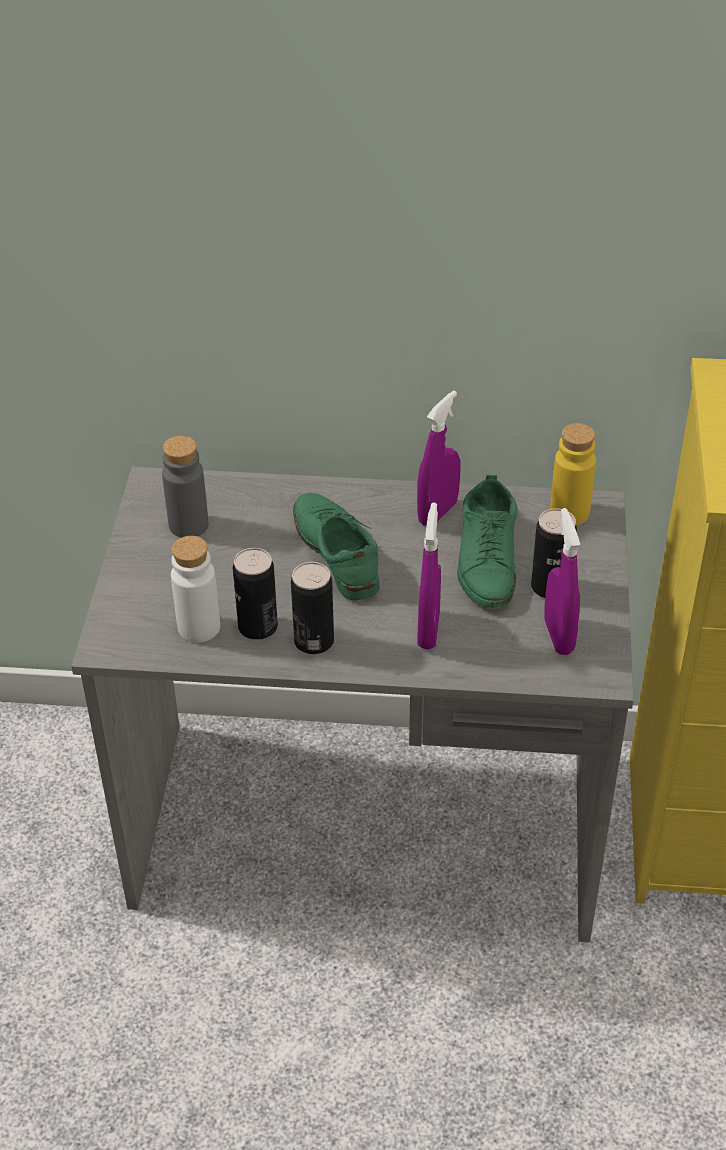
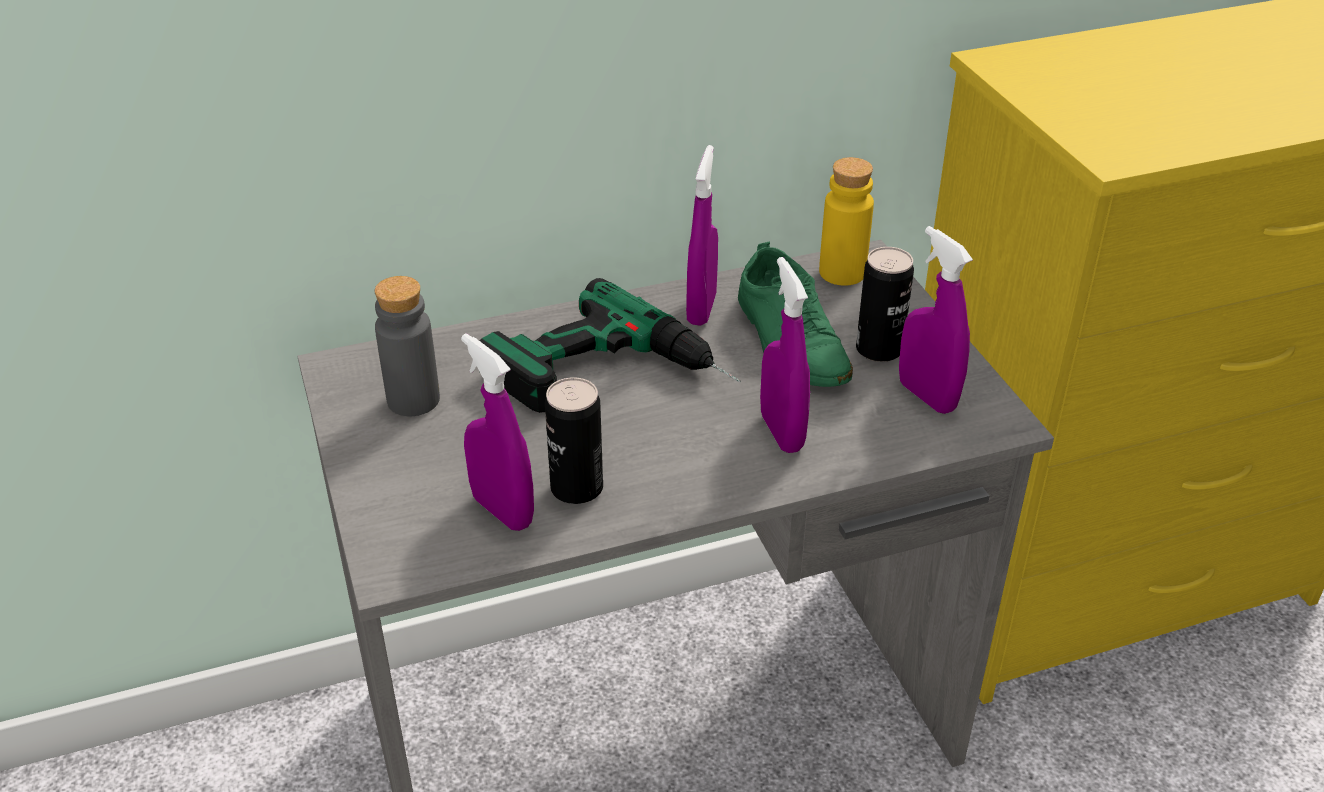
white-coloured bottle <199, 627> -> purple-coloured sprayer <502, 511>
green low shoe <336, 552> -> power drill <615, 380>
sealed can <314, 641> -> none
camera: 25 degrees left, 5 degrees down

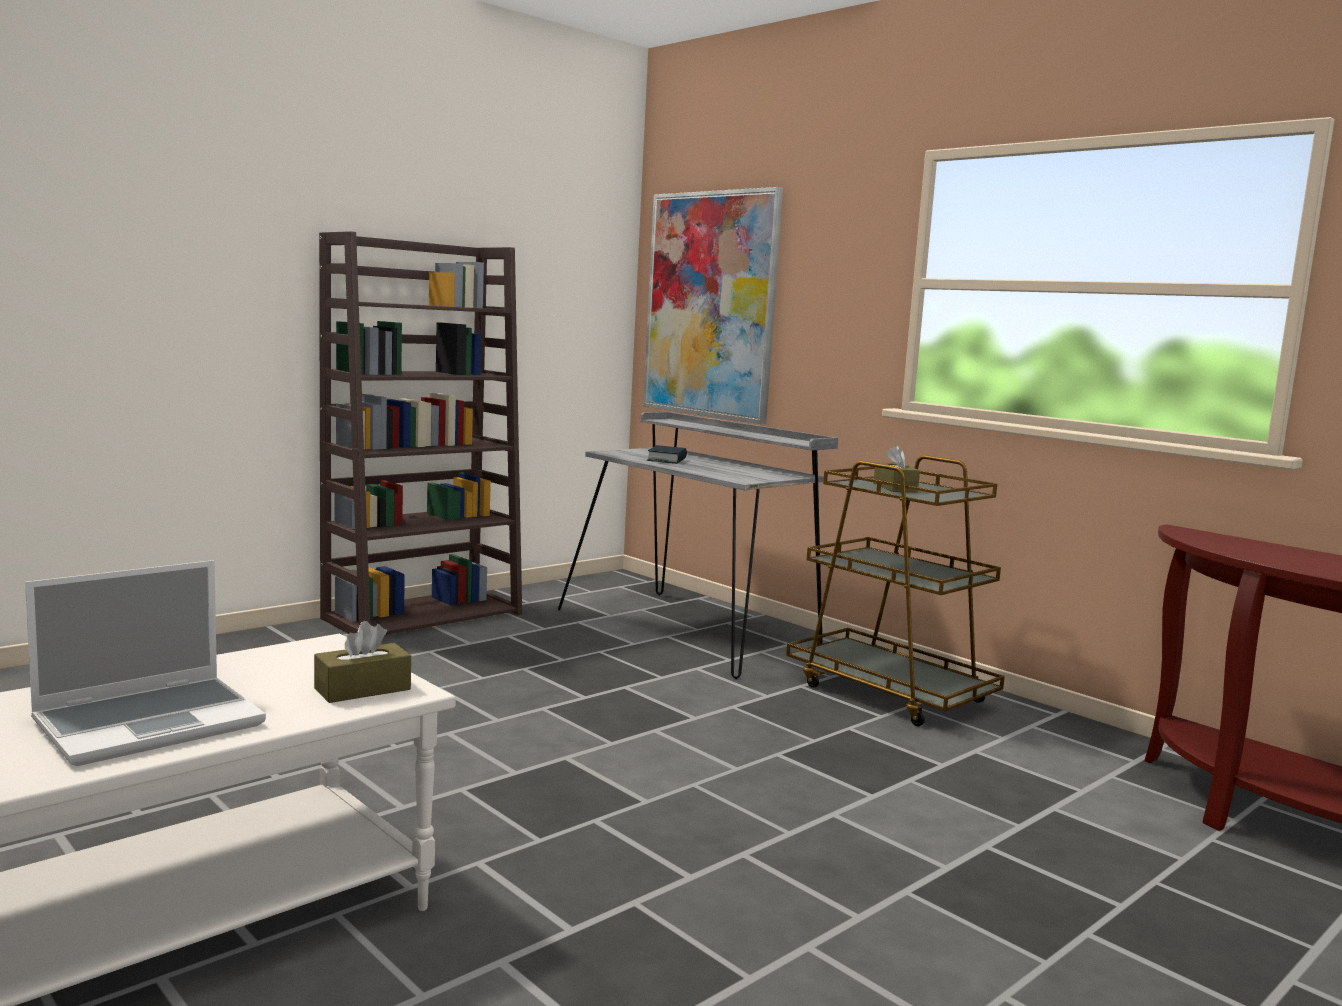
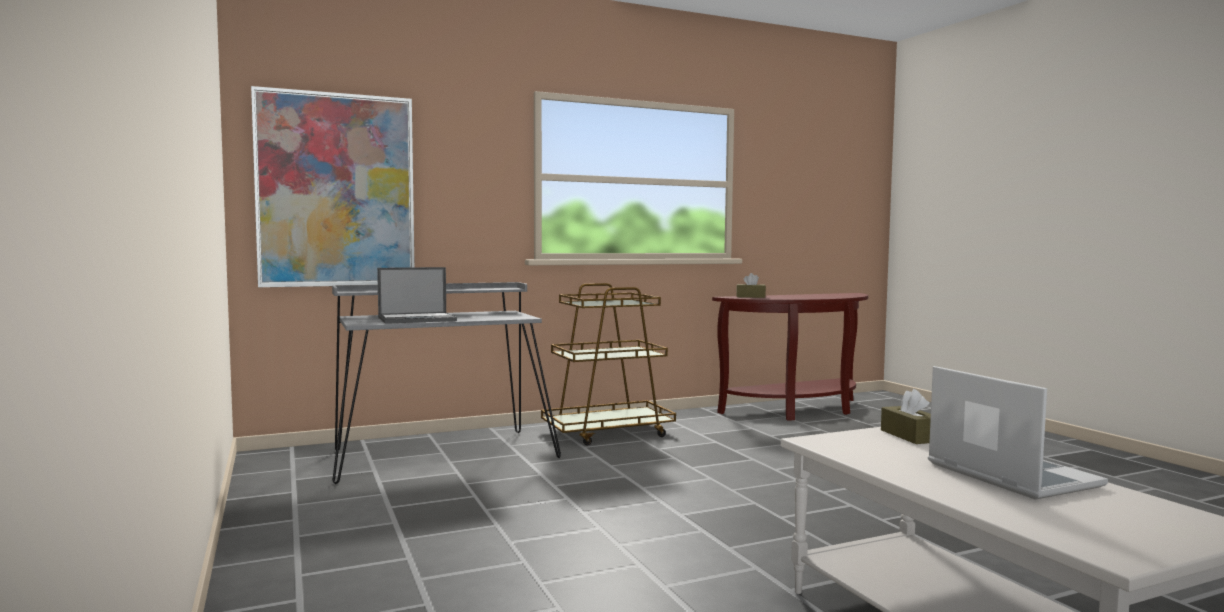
bound book <667, 460> -> portable computer <418, 319>
brown-coloured box of tissues <895, 487> -> brown-coloured box of tissues <750, 297>, moved
brown-coloured bookcase <424, 615> -> none
camera: 70 degrees left, 5 degrees down

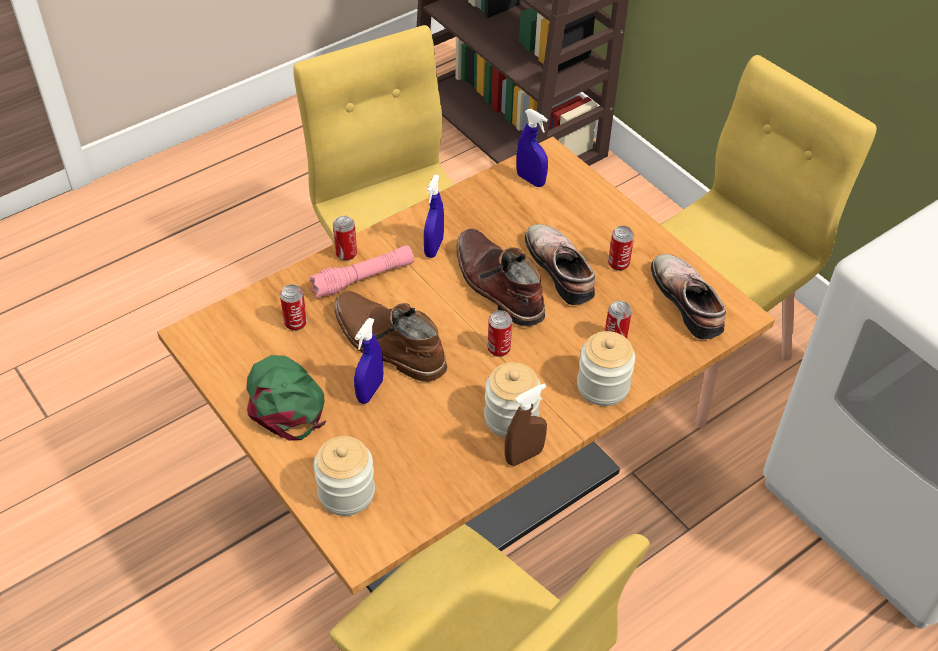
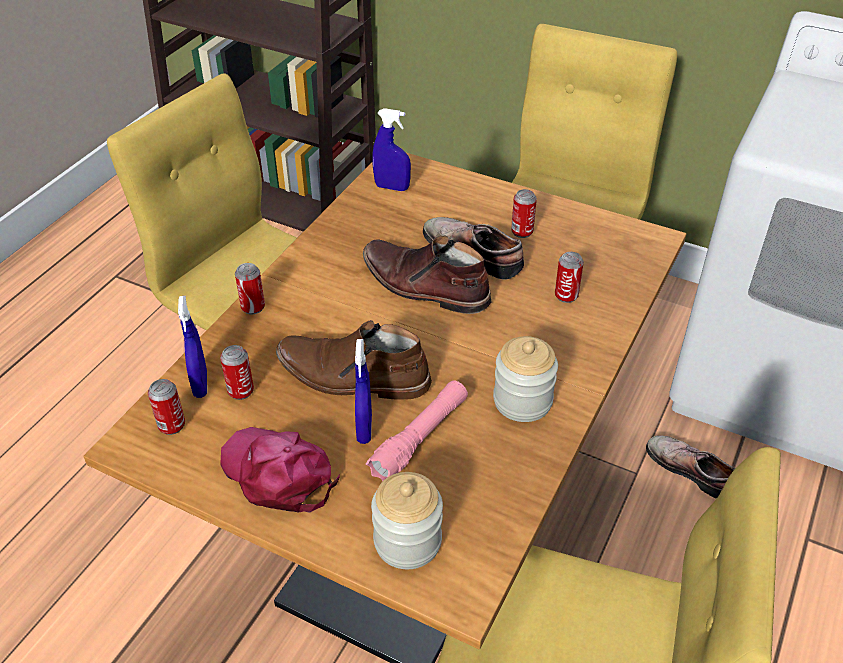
sealed can <498, 349> -> sealed can <171, 425>, moved
blue sprayer <434, 247> -> blue sprayer <200, 384>, moved
green baseball cap <285, 401> -> pink-coloured baseball cap <279, 473>
pink-coloured flashlight <363, 278> -> pink-coloured flashlight <420, 438>, moved
low shoe <690, 301> -> low shoe <691, 469>, moved
brown-coloured sprayer <524, 456> -> none
preserve jar <602, 386> -> none
camera: 25 degrees left, 5 degrees down

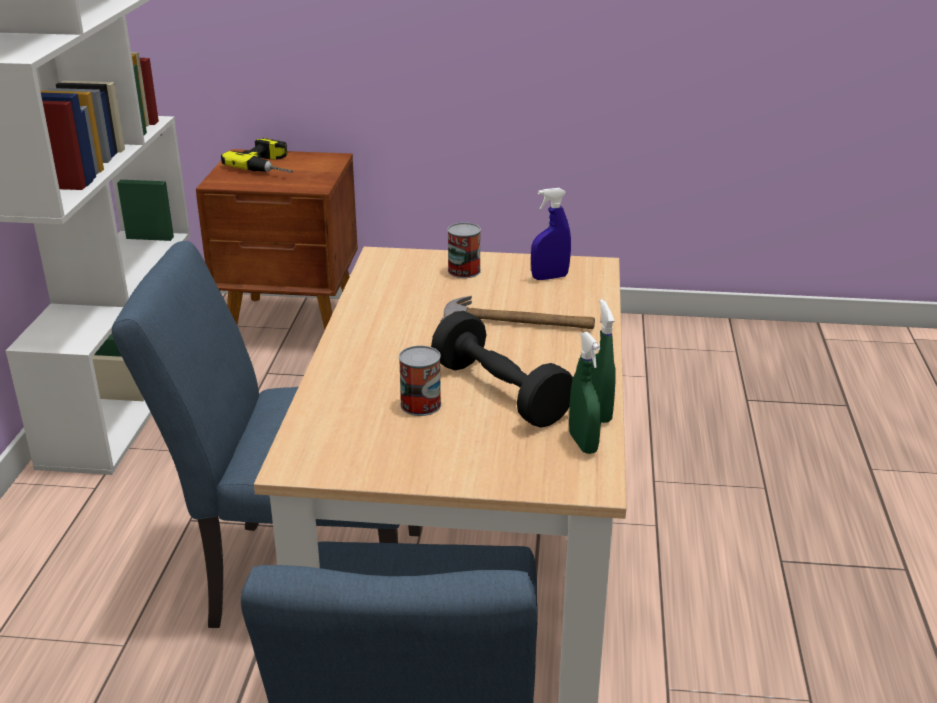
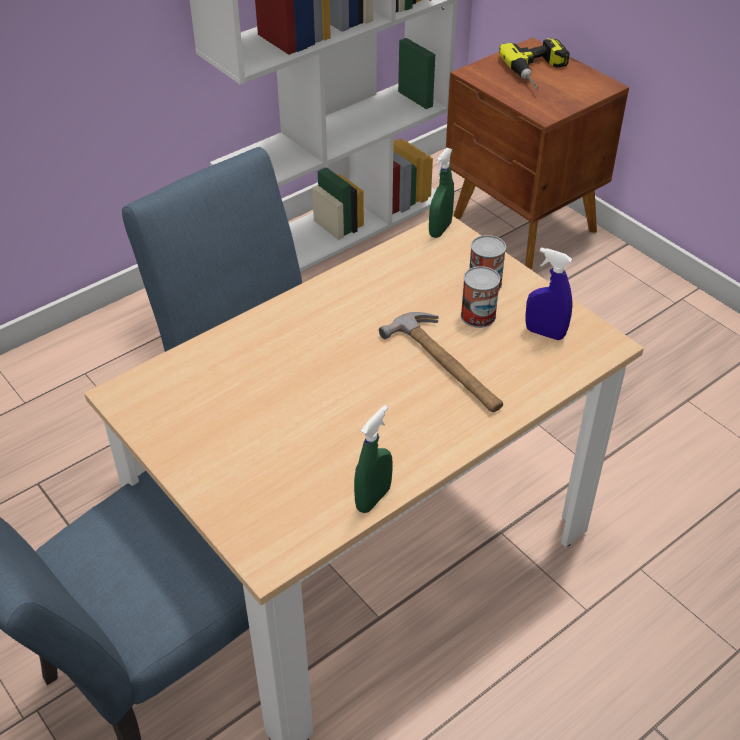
green sprayer <583, 443> -> green sprayer <440, 229>, moved
sealed can <420, 405> -> sealed can <478, 315>, moved
black hand weight <500, 393> -> none
camera: 45 degrees right, 15 degrees up

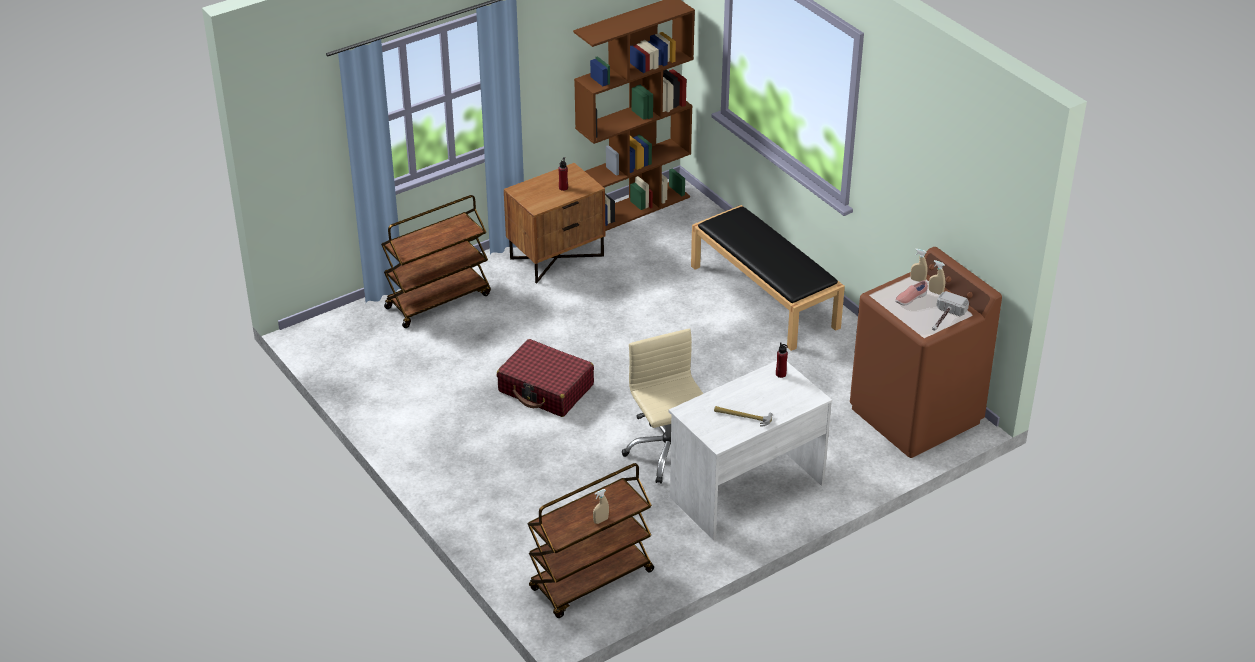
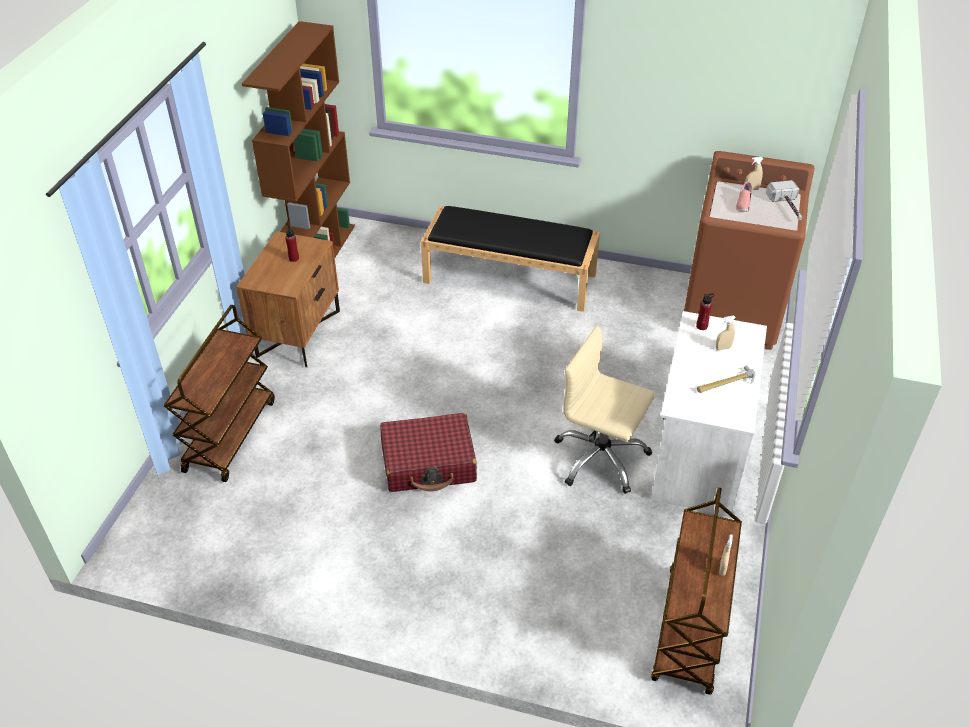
beige-coloured sprayer <917, 280> -> beige-coloured sprayer <723, 348>, moved
camera: 40 degrees left, 5 degrees up

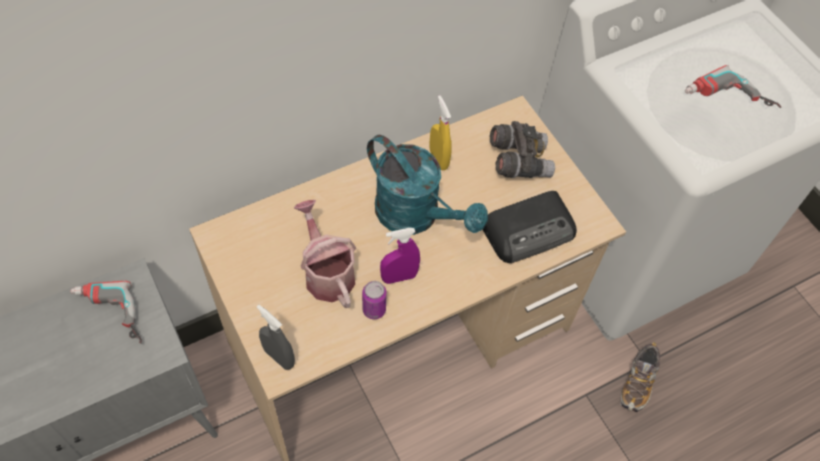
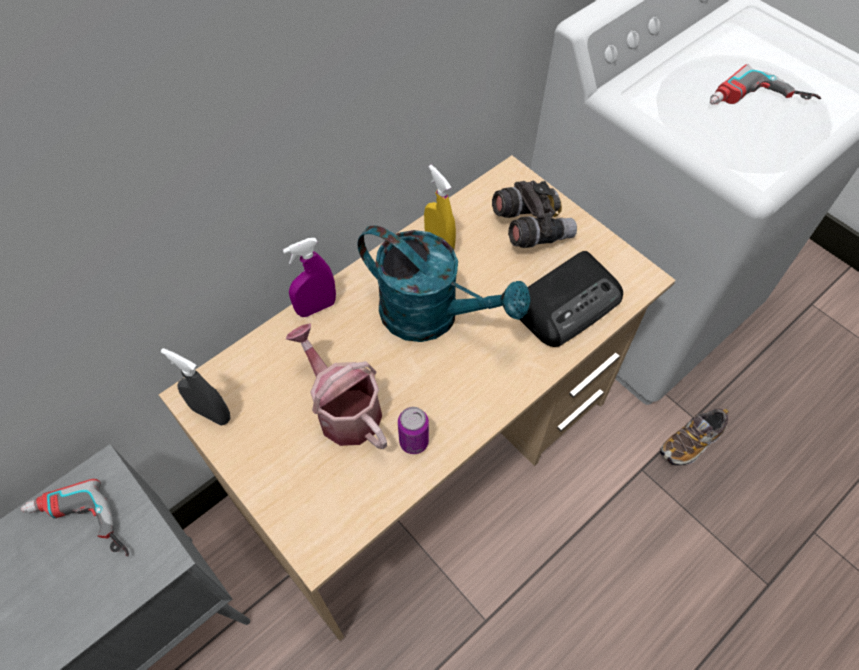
grey sprayer <279, 357> -> grey sprayer <211, 413>, moved
purple-coloured sprayer <399, 277> -> purple-coloured sprayer <316, 307>, moved
low shoe <638, 382> -> low shoe <691, 442>, 45 degrees clockwise
camera: 10 degrees left, 0 degrees up

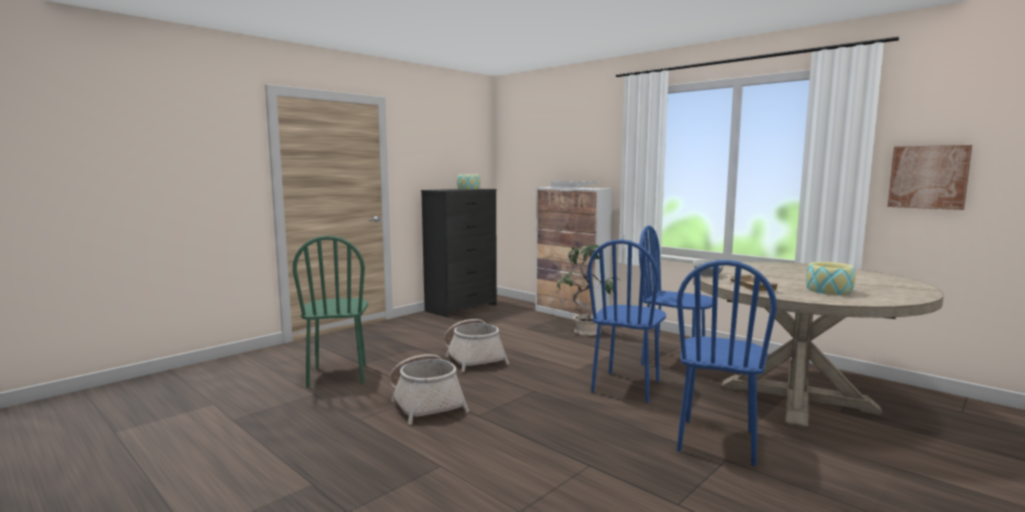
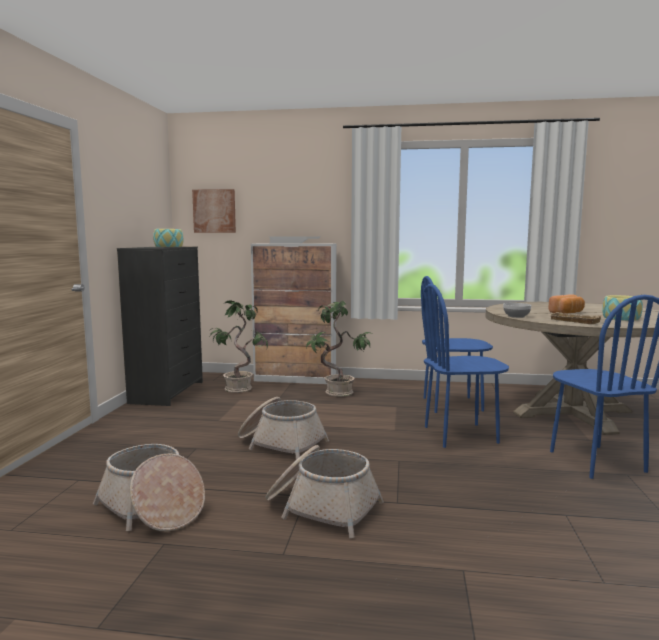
green upright chair <338, 375> -> basket <152, 508>
wall picture <928, 177> -> wall picture <214, 211>, moved
none -> houseplant <239, 388>
blue upright chair <626, 387> -> blue upright chair <460, 435>, 90 degrees clockwise
none -> bakery bread <567, 313>
camera: 35 degrees left, 0 degrees up

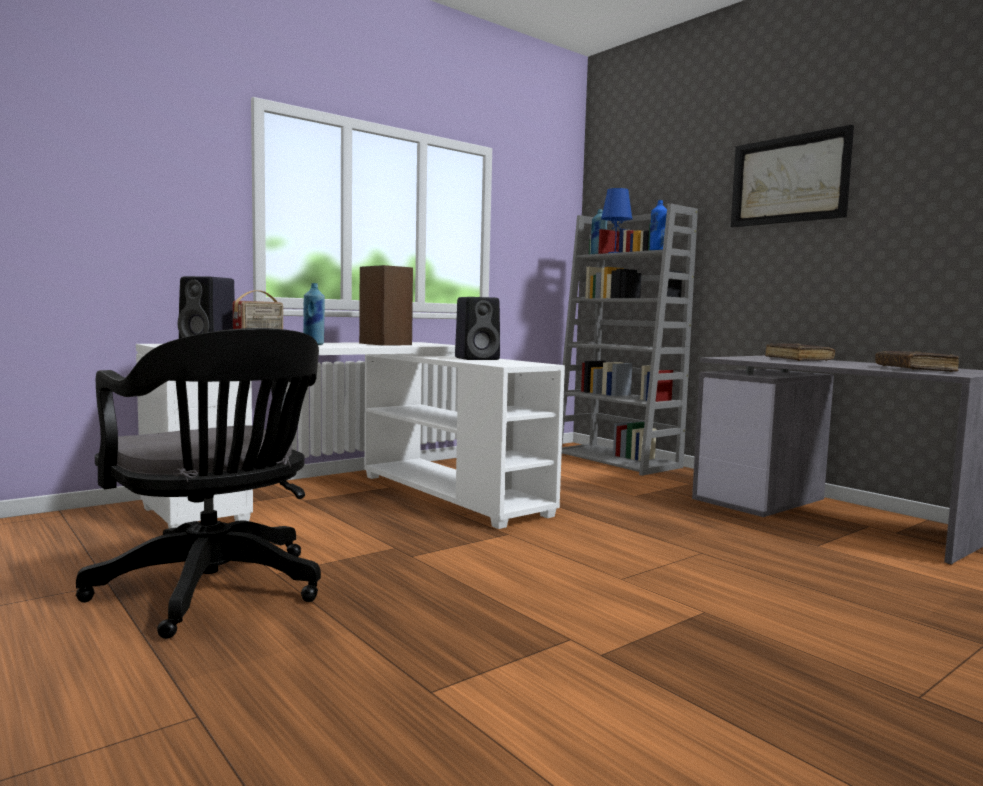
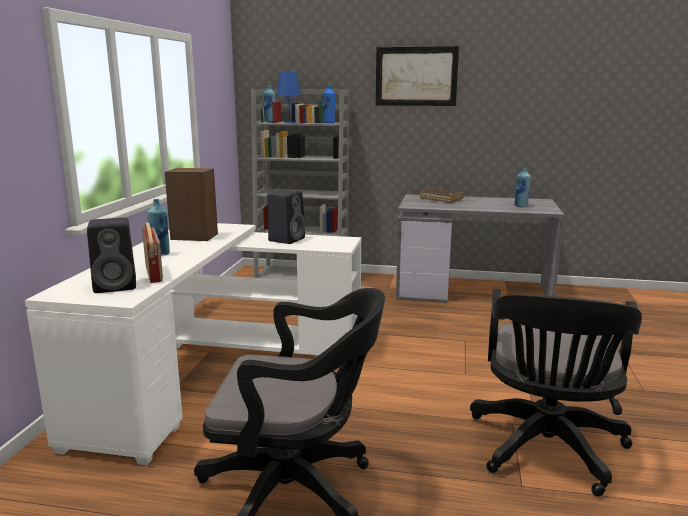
none -> black computer chair <546, 450>
brown-coloured bound book <914, 369> -> blue bottle <521, 206>
camera: 40 degrees left, 10 degrees up

